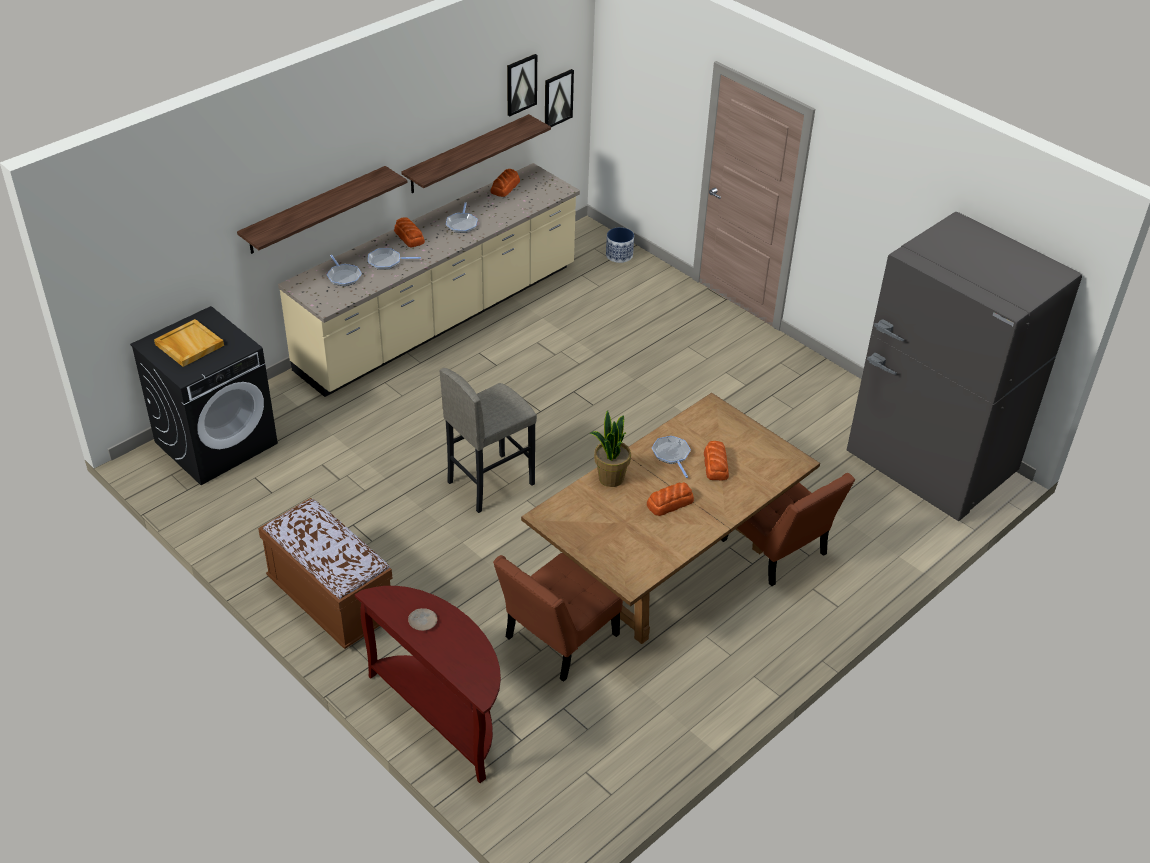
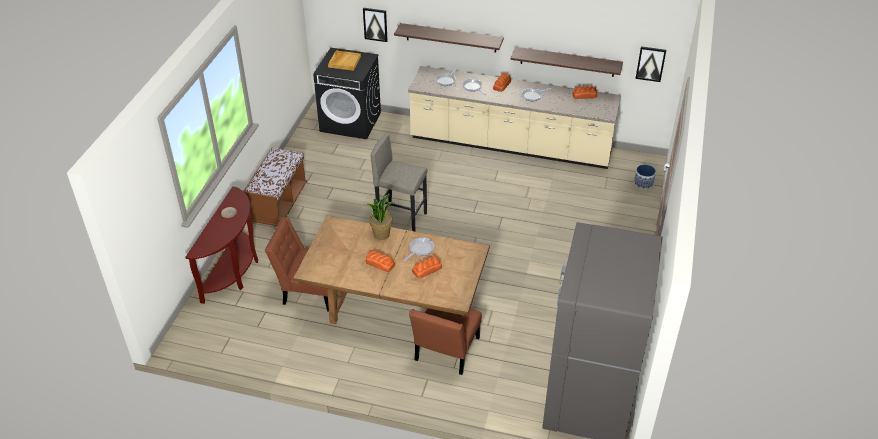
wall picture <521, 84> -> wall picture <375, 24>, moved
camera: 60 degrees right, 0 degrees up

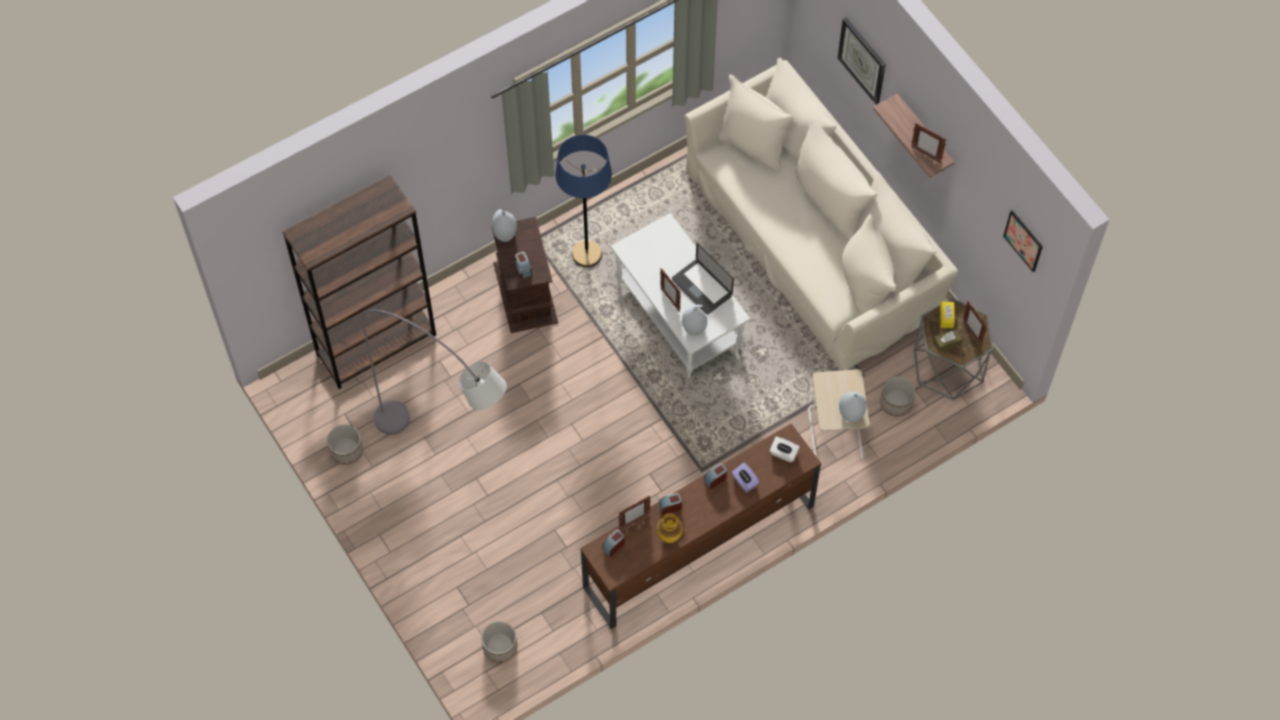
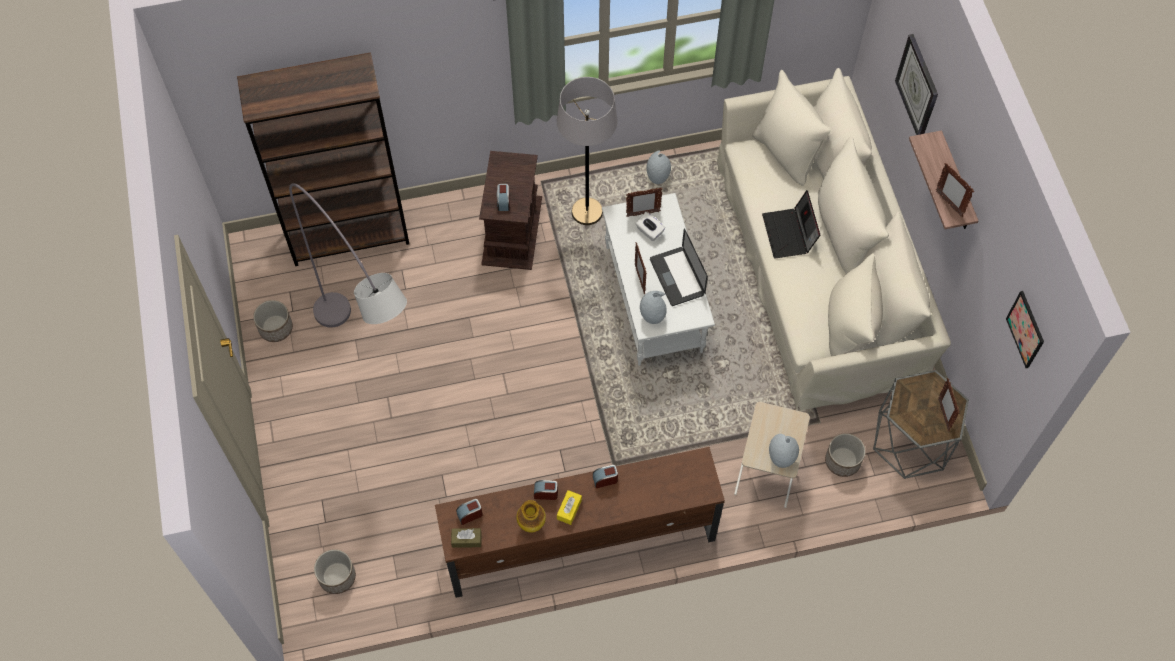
brown-coloured box of tissues <947, 343> -> brown-coloured box of tissues <466, 540>, moved
blue floor lamp <586, 254> -> grey floor lamp <587, 212>
yellow box of tissues <946, 317> -> yellow box of tissues <569, 509>, moved
picture frame <634, 522> -> picture frame <642, 214>, moved
white-coloured box of tissues <783, 454> -> white-coloured box of tissues <649, 231>, moved
grey vase <504, 234> -> grey vase <657, 177>, moved
none -> portable computer <789, 234>
purple-coloured box of tissues <744, 482> -> none
camera: 20 degrees right, 0 degrees up

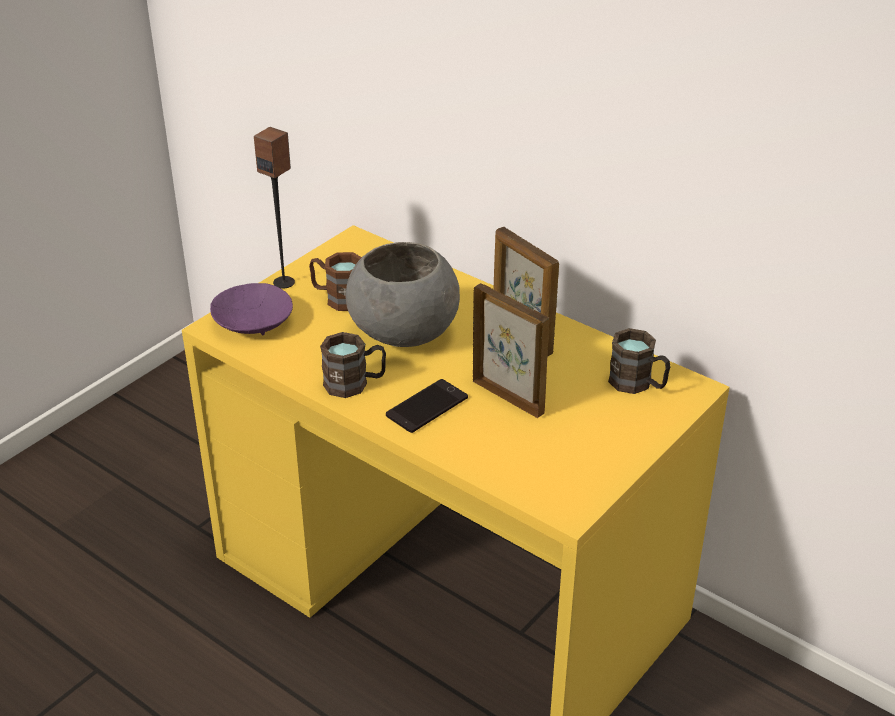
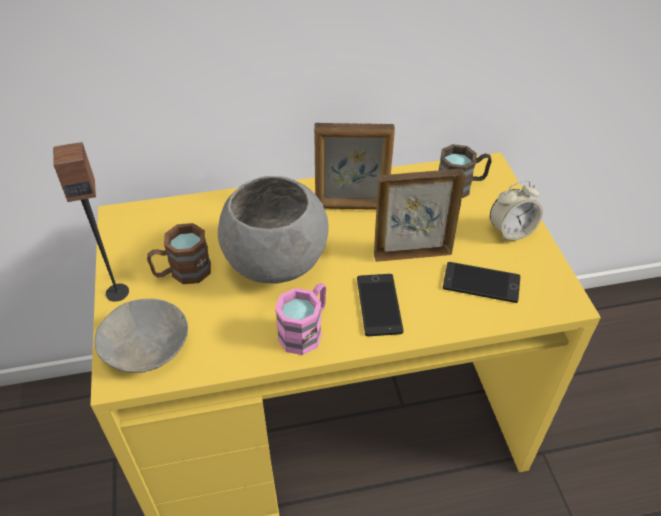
purple-coloured serving bowl <252, 323> -> grey serving bowl <146, 347>
brown-coloured tea mug <355, 383> -> pink-coloured tea mug <305, 330>
none -> phone <481, 283>
none -> alarm clock <511, 231>
camera: 50 degrees left, 10 degrees up

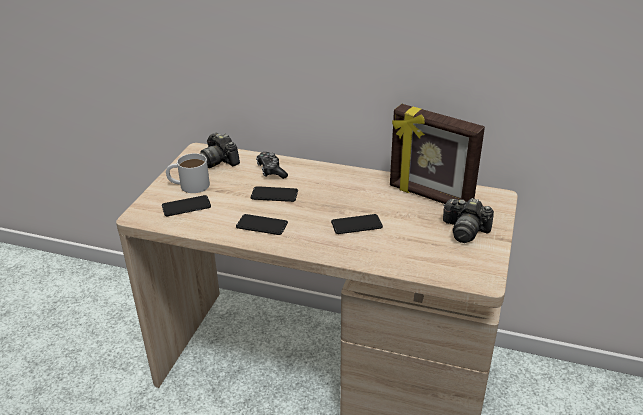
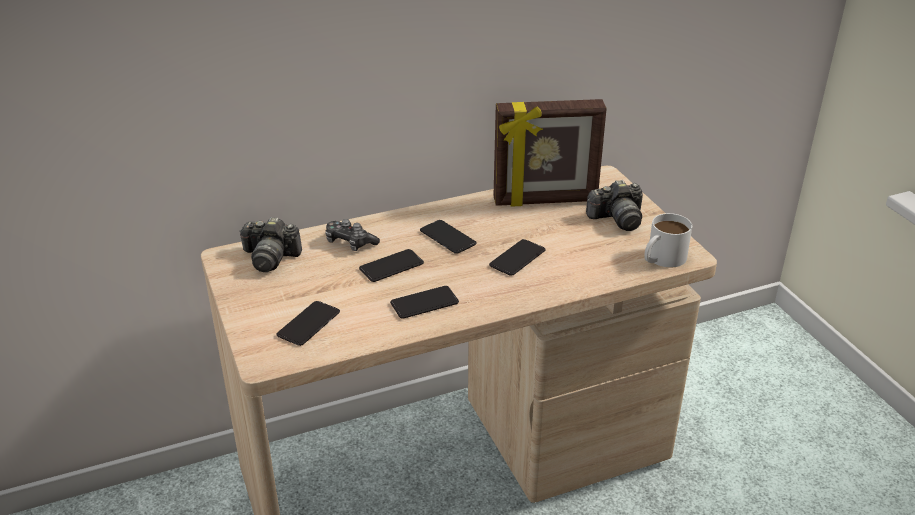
none -> phone <448, 237>
white-coloured tea mug <189, 185> -> white-coloured tea mug <661, 259>, moved
camera: 40 degrees left, 0 degrees up

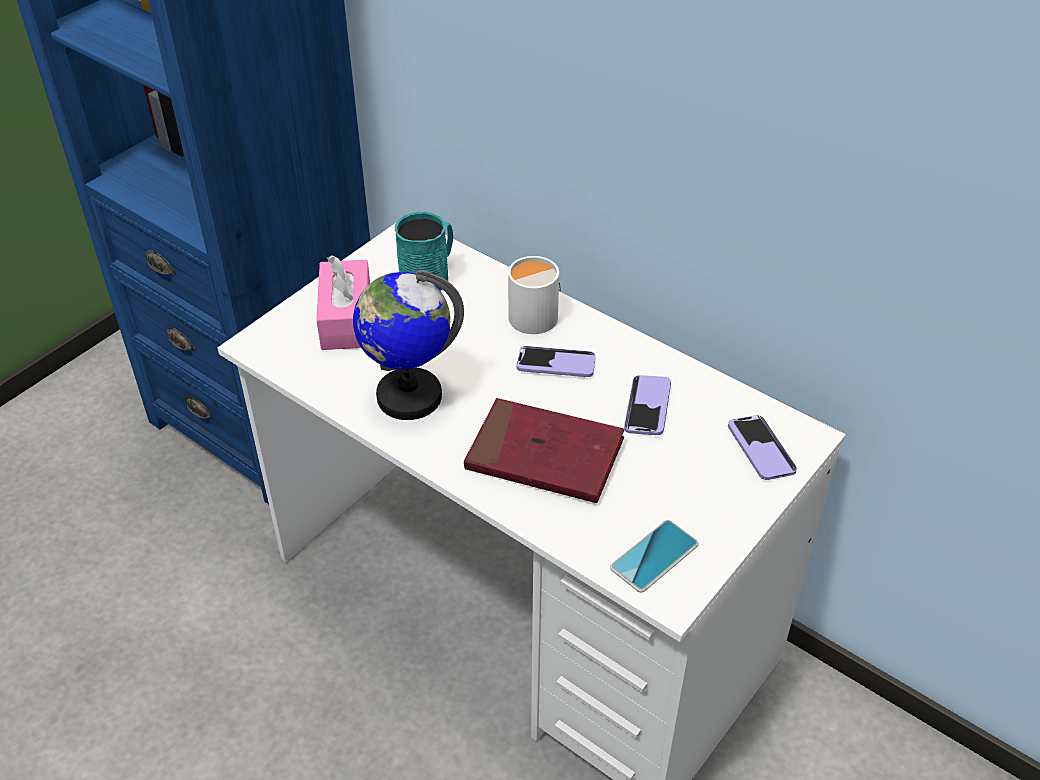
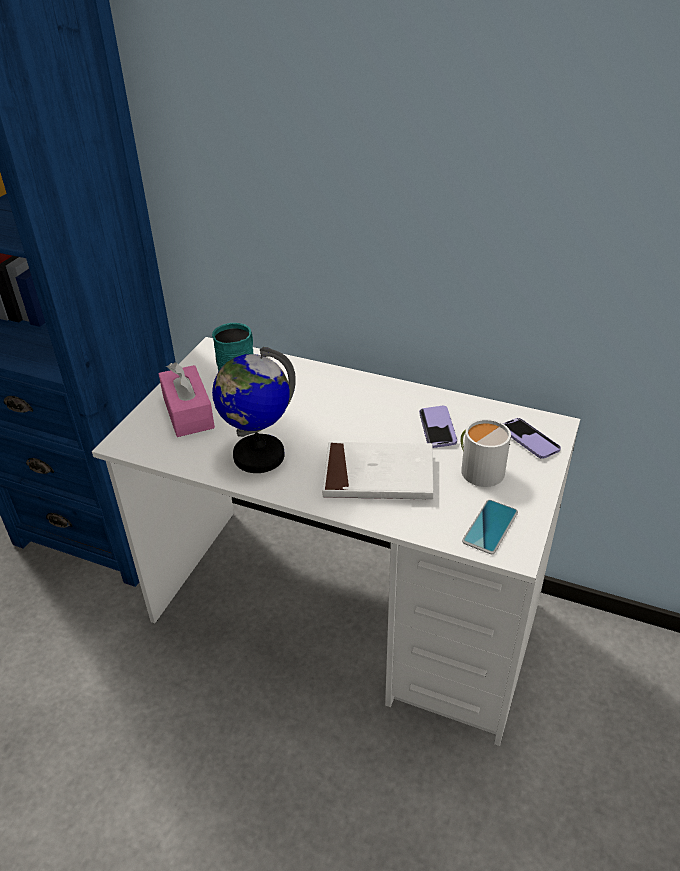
red bound book <544, 456> -> white-coloured bound book <378, 476>
white-coloured tea mug <531, 313> -> white-coloured tea mug <479, 469>, moved
phone <556, 364> -> none
camera: 15 degrees left, 5 degrees down

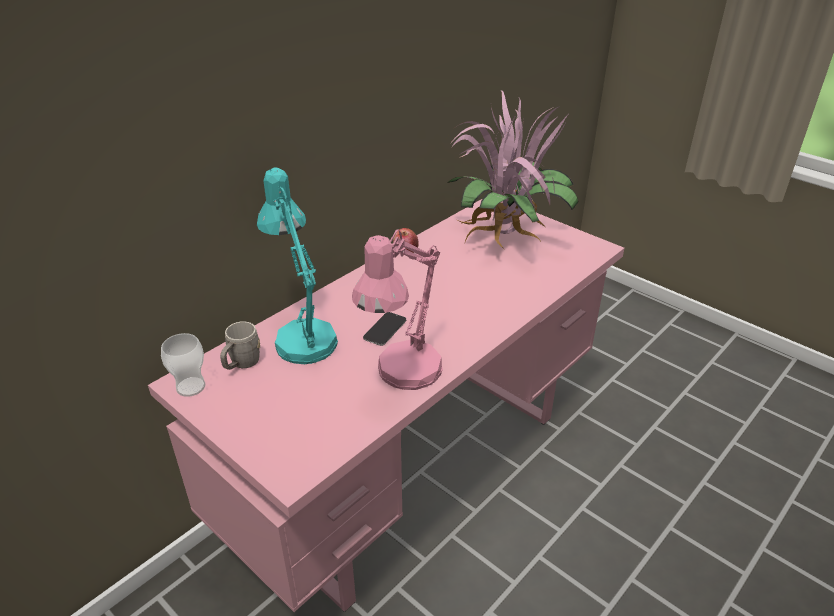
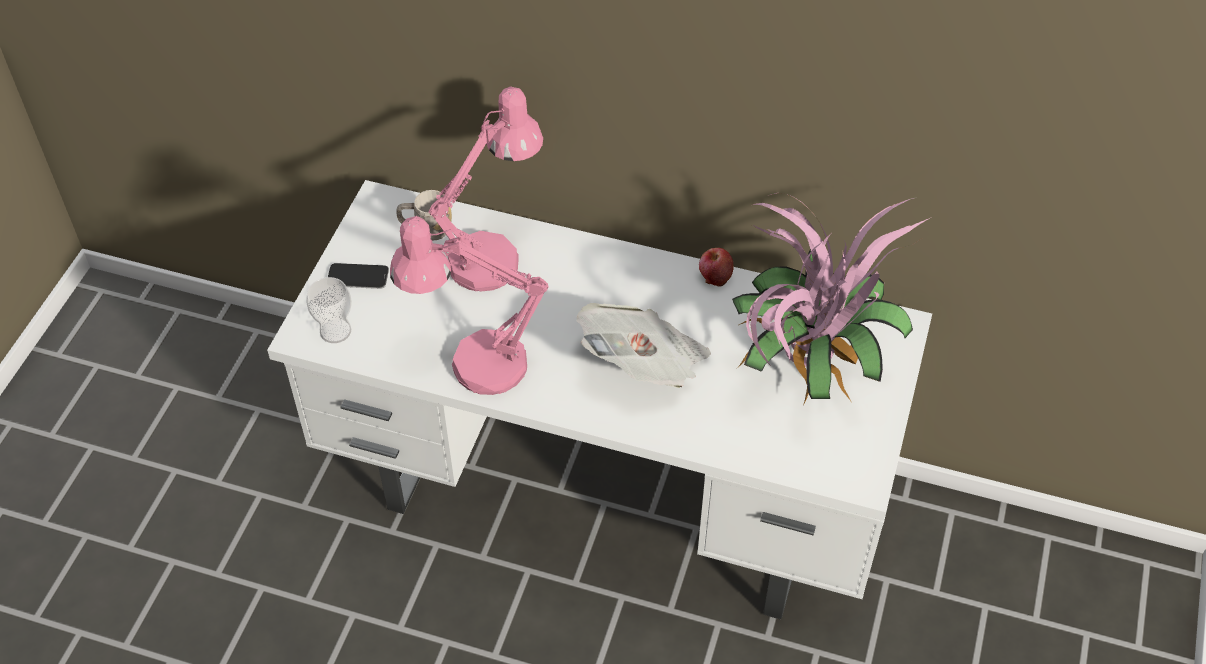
pink-coloured desk unit <416, 469> -> white-coloured desk unit <605, 497>
small cup <191, 387> -> small cup <335, 331>, moved
phone <385, 329> -> phone <358, 277>, moved
turquoise-coloured tabletop lamp <302, 336> -> pink-coloured tabletop lamp <494, 255>
none -> newspaper <644, 365>
camera: 65 degrees right, 15 degrees up

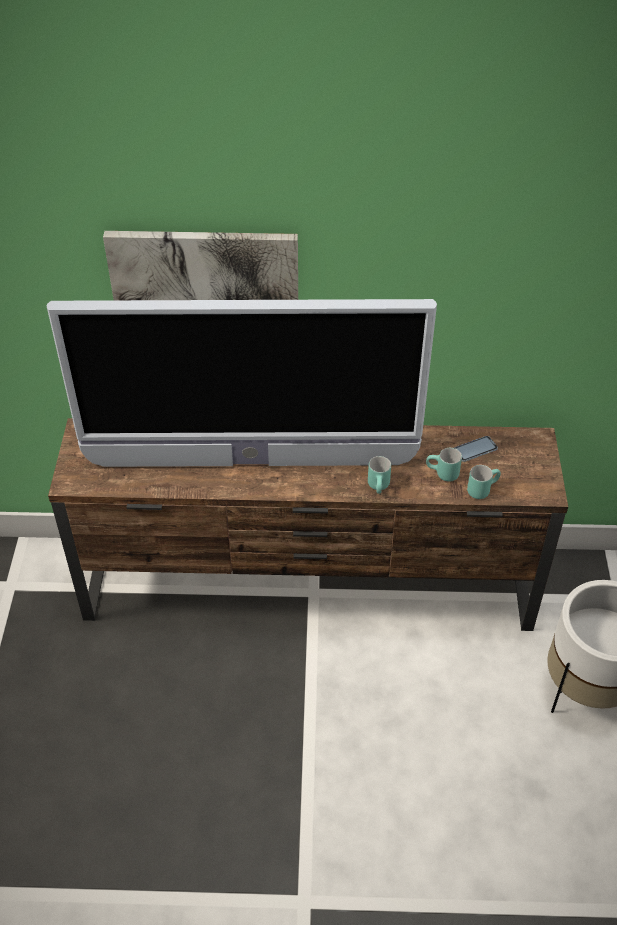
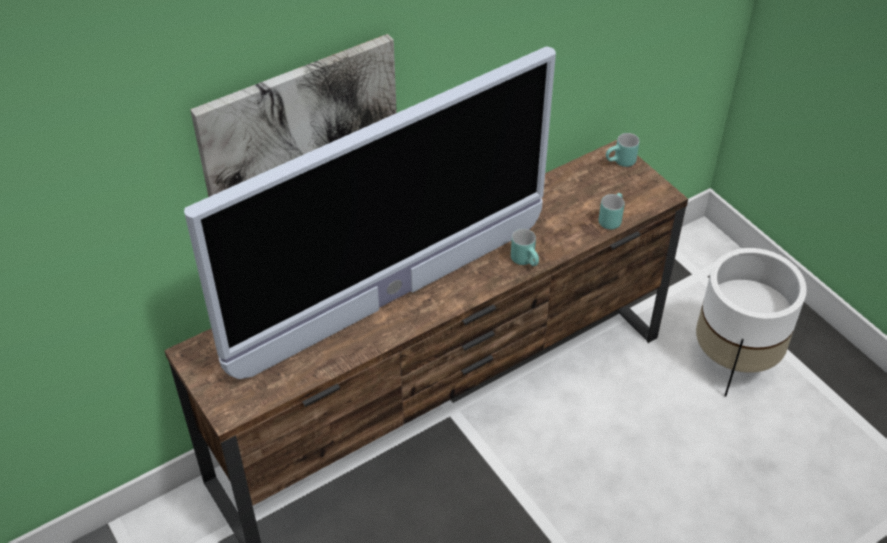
turquoise-coloured tea mug <442, 475> -> turquoise-coloured tea mug <621, 163>, moved
phone <475, 449> -> none
camera: 35 degrees left, 0 degrees up

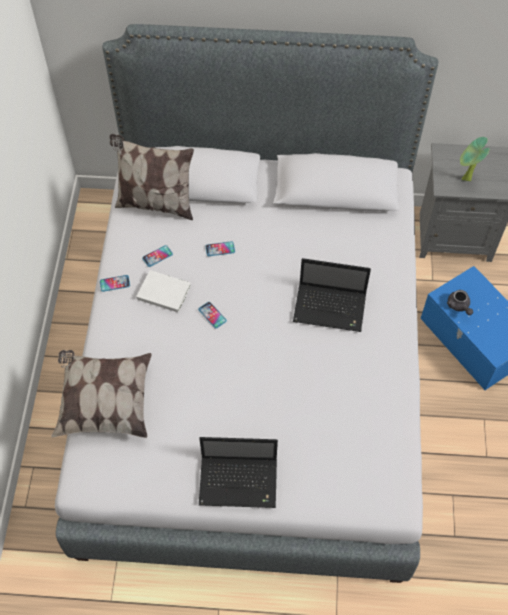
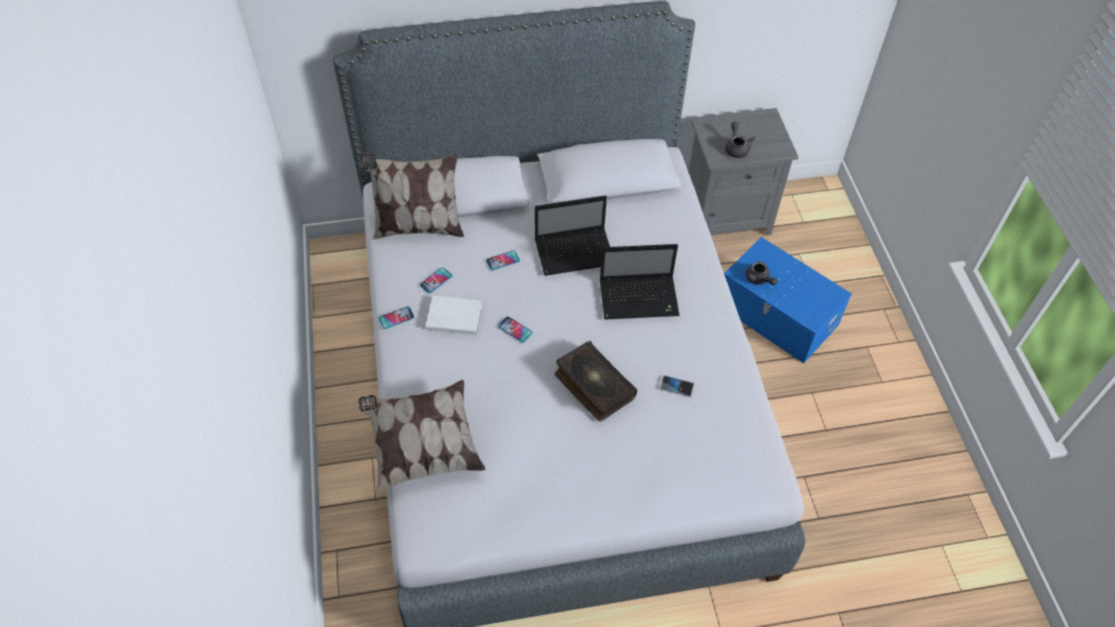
portable computer <240, 482> -> portable computer <576, 252>, moved
none -> bound book <593, 386>
none -> phone <676, 386>
houseplant <465, 180> -> grey pot for tea <736, 148>
camera: 15 degrees left, 5 degrees down

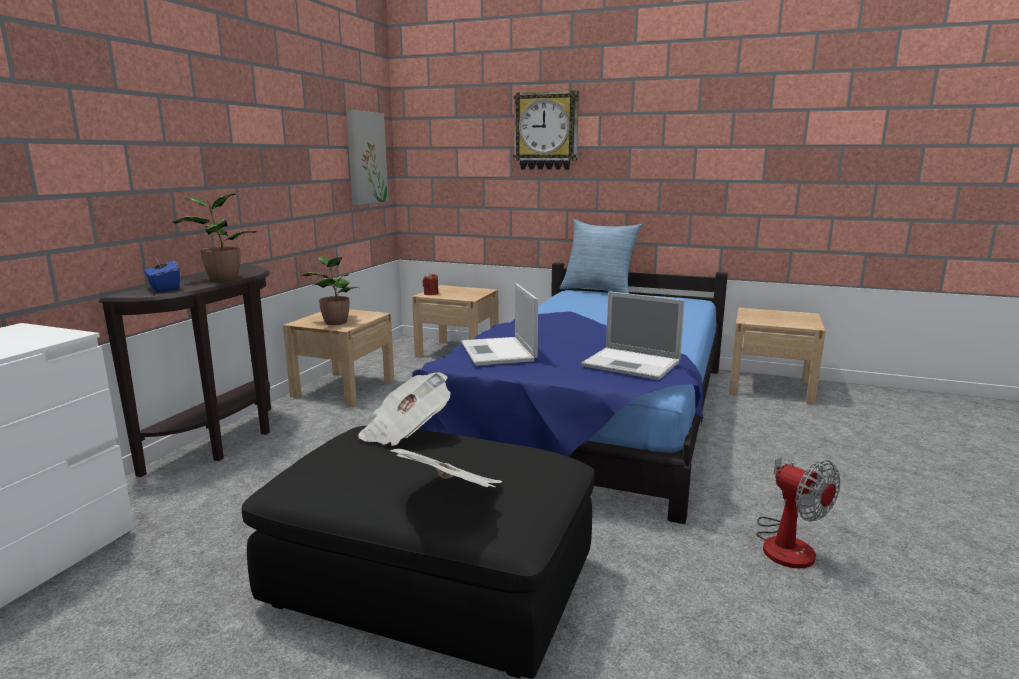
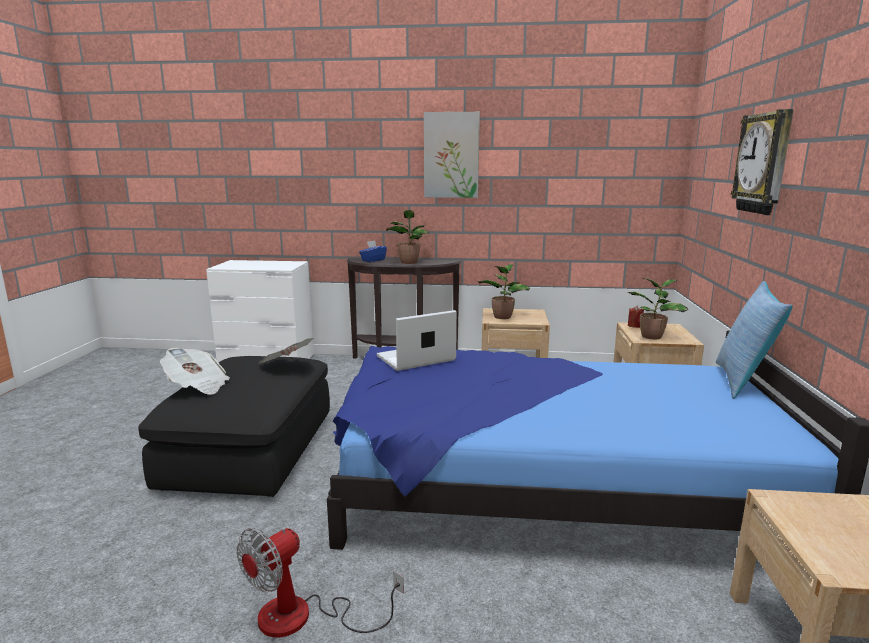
wall picture <366, 158> -> wall picture <451, 155>, moved
none -> houseplant <652, 336>
portable computer <633, 364> -> none
camera: 75 degrees right, 0 degrees up

